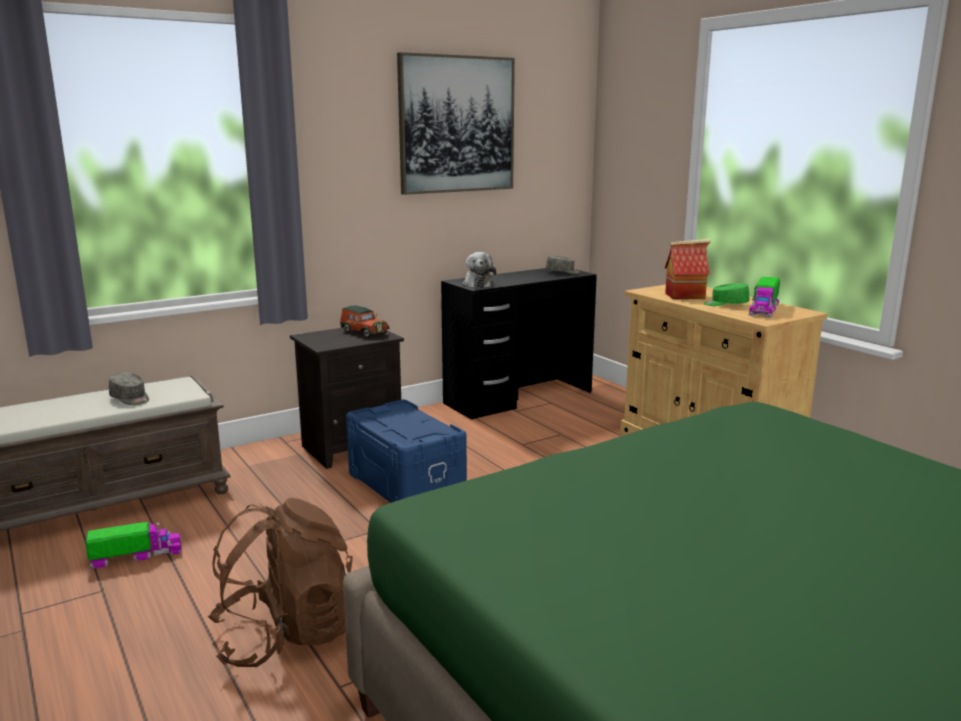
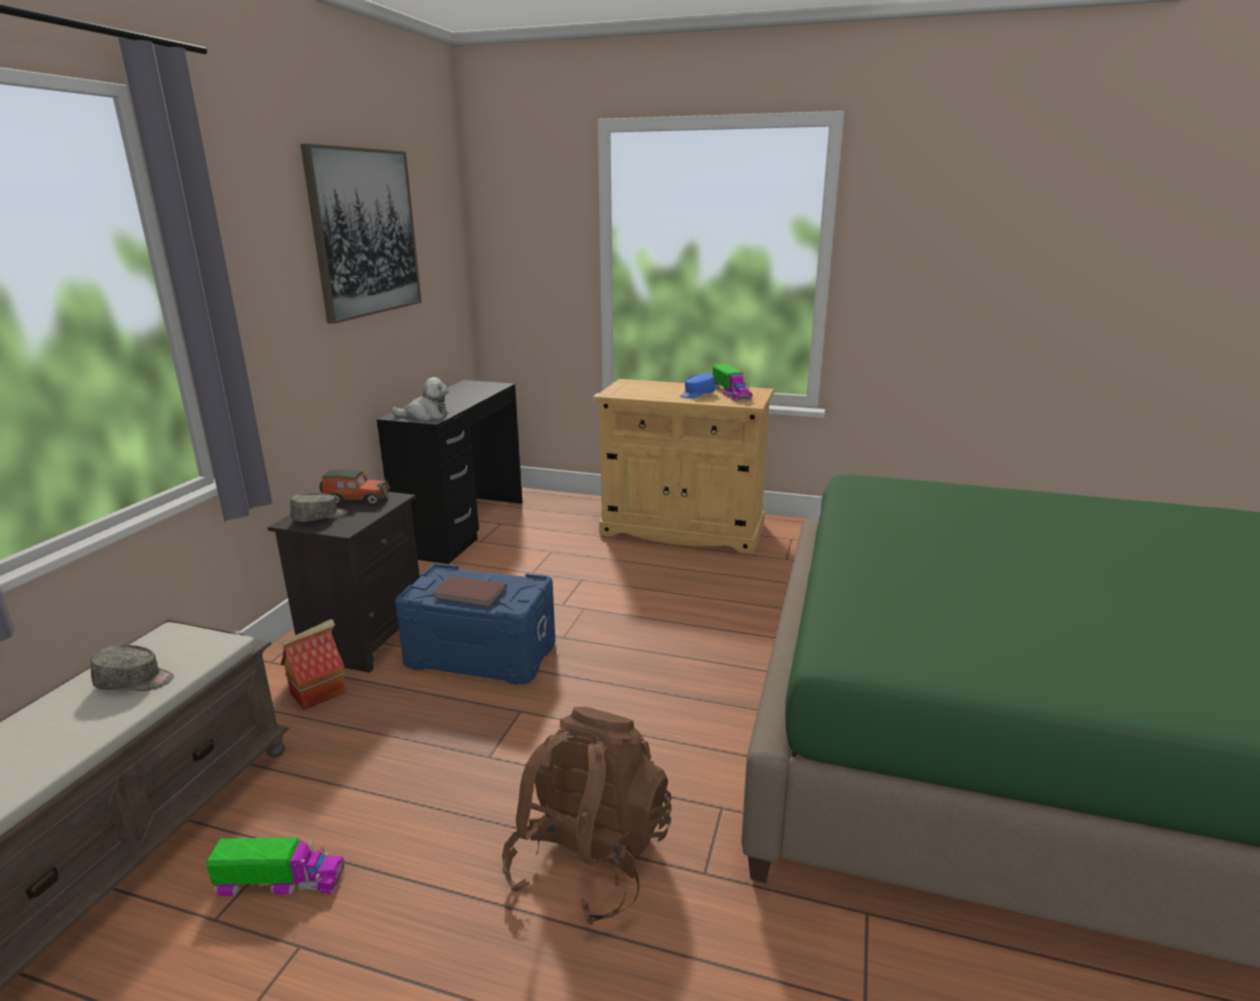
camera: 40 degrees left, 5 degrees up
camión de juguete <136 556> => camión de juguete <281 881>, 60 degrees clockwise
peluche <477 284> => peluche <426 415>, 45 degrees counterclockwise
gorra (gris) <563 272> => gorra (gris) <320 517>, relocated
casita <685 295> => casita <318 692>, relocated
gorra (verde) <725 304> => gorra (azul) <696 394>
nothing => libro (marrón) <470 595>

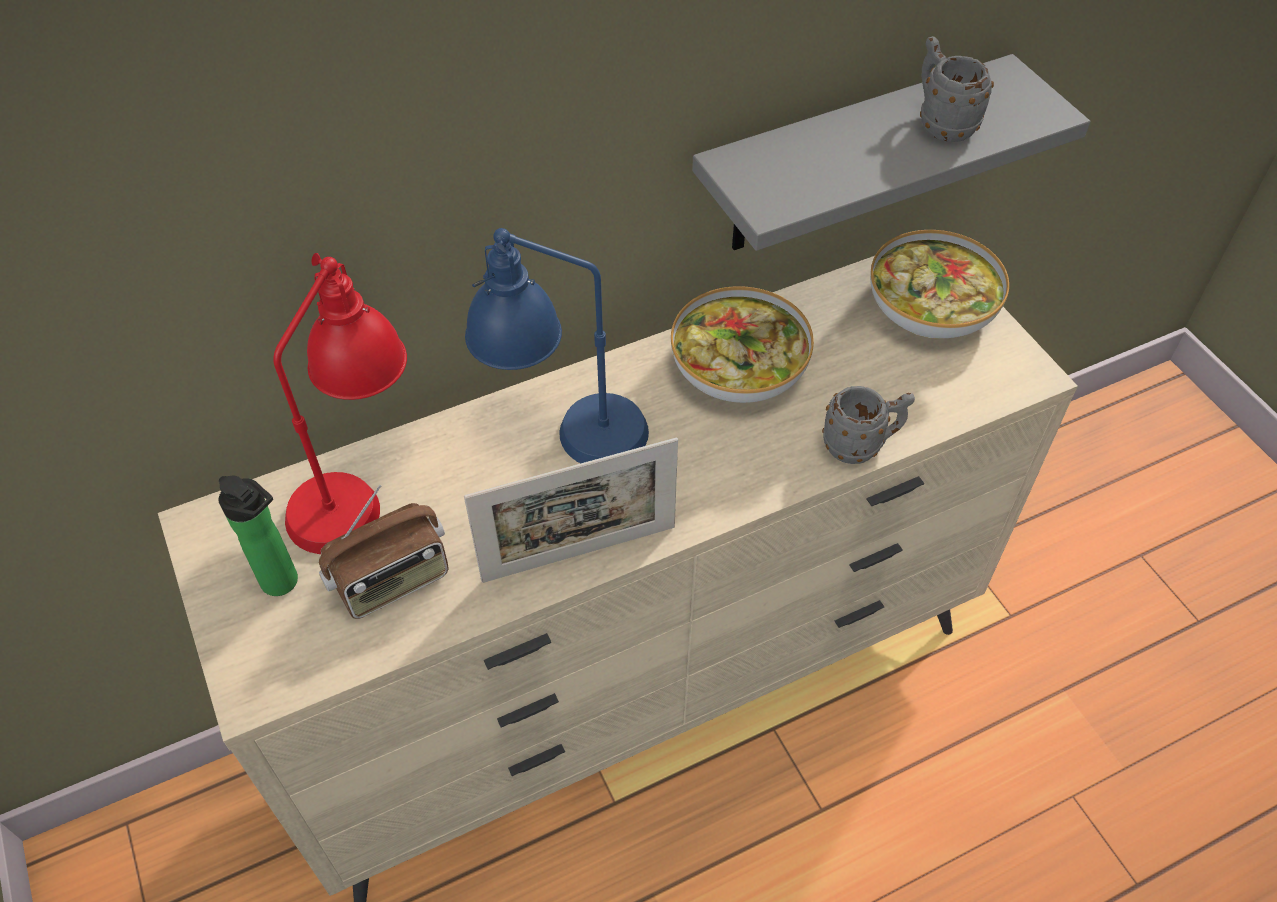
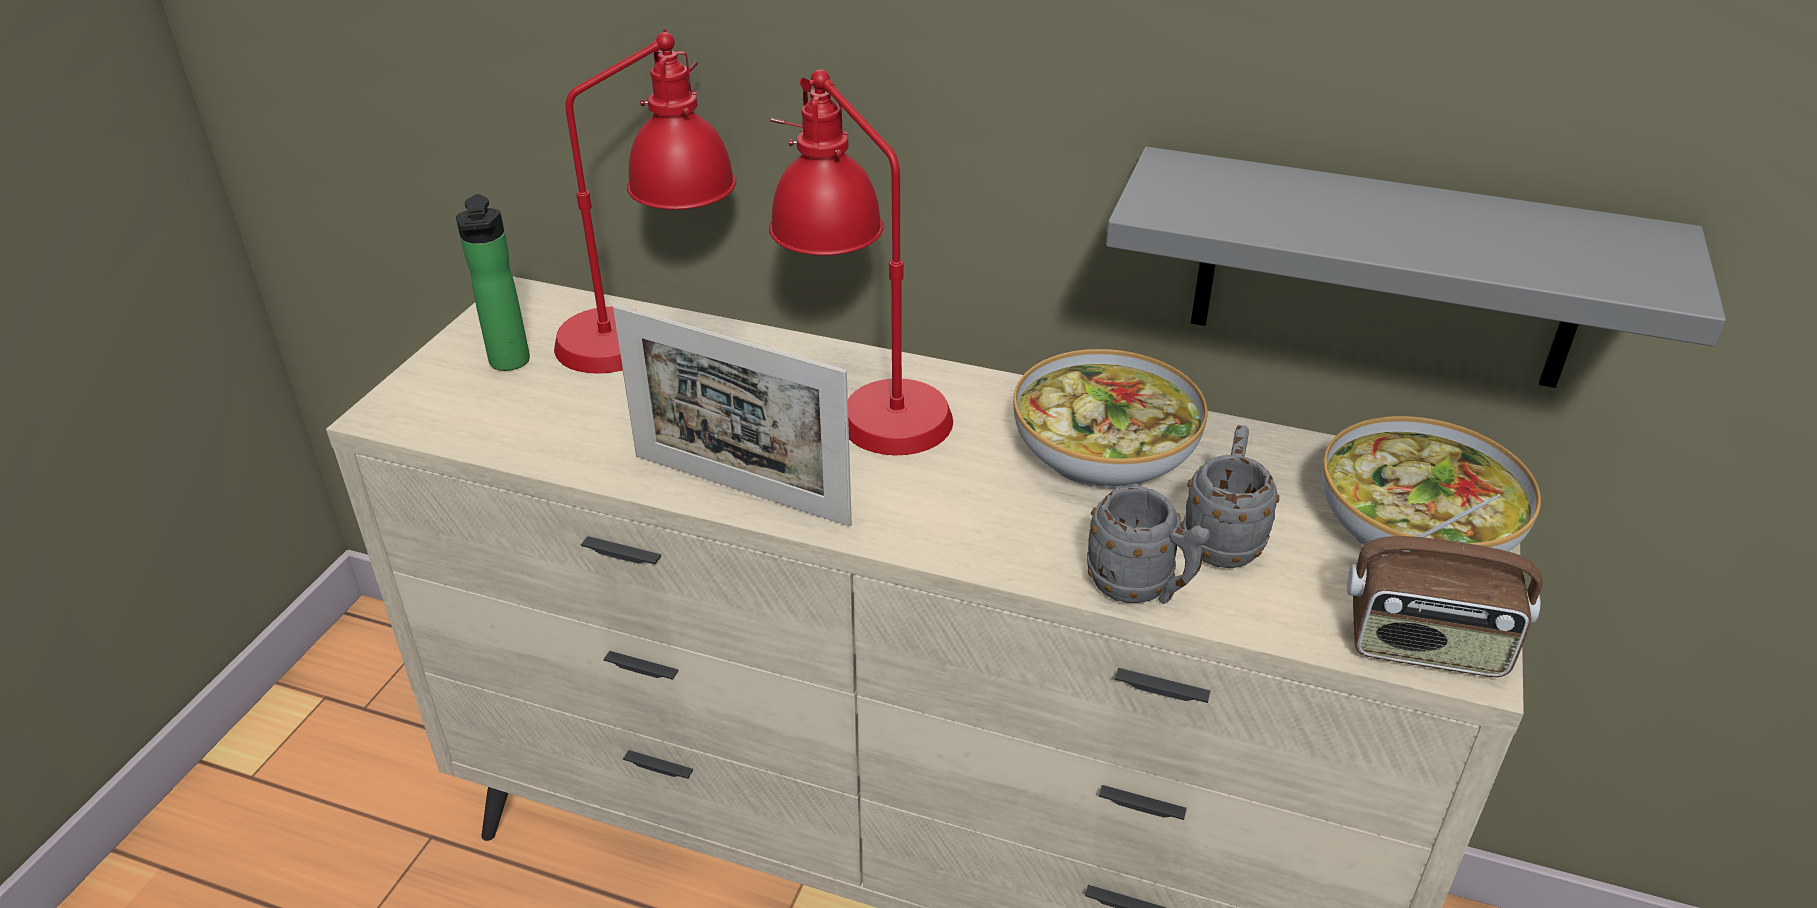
camera: 45 degrees right, 15 degrees down
radio <393 581> => radio <1425 646>, relocated
lámpara de mesa (azul) <563 433> => lámpara de mesa (rojo) <861 401>
taza grande (gris) <941 123> => taza grande (gris) <1223 538>, relocated

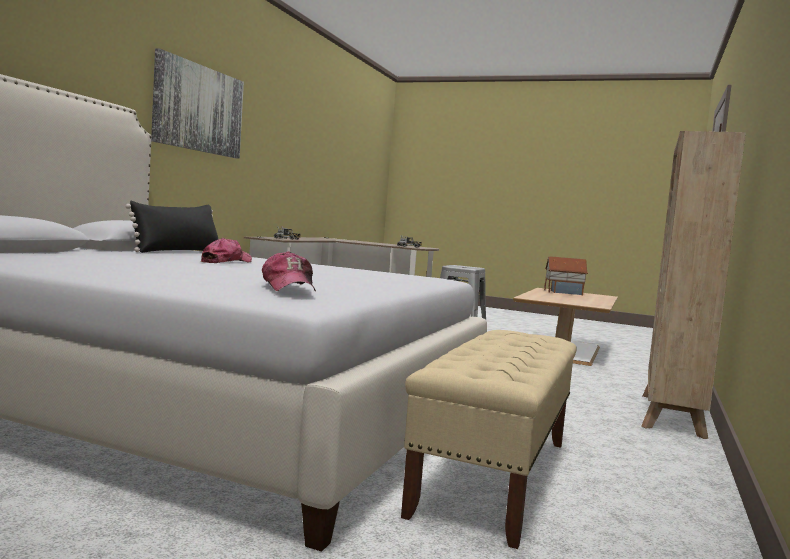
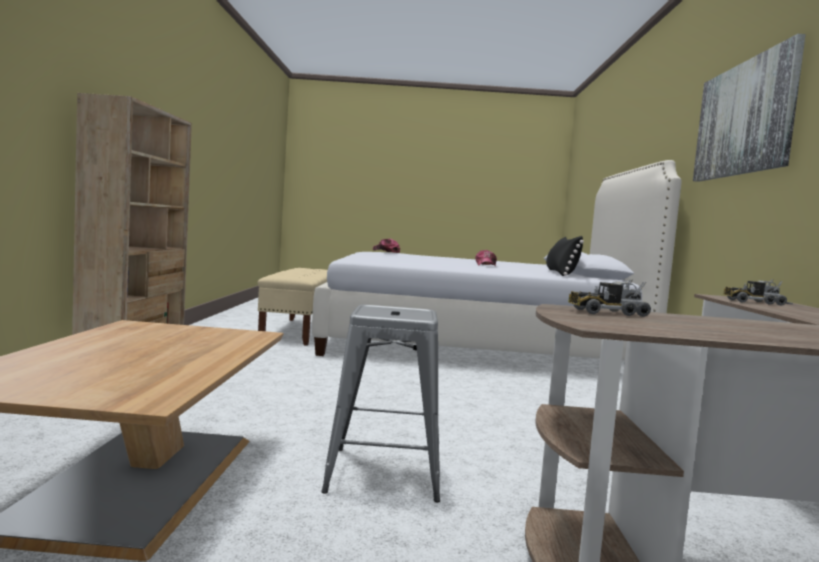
camera: 160 degrees right, 0 degrees up
casita <563 292> => nothing

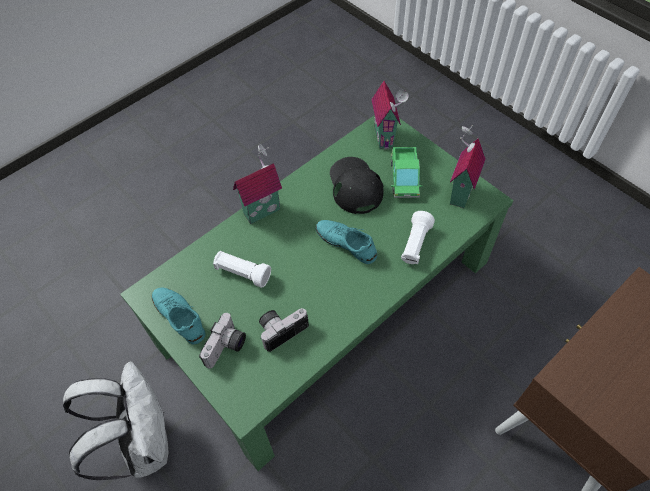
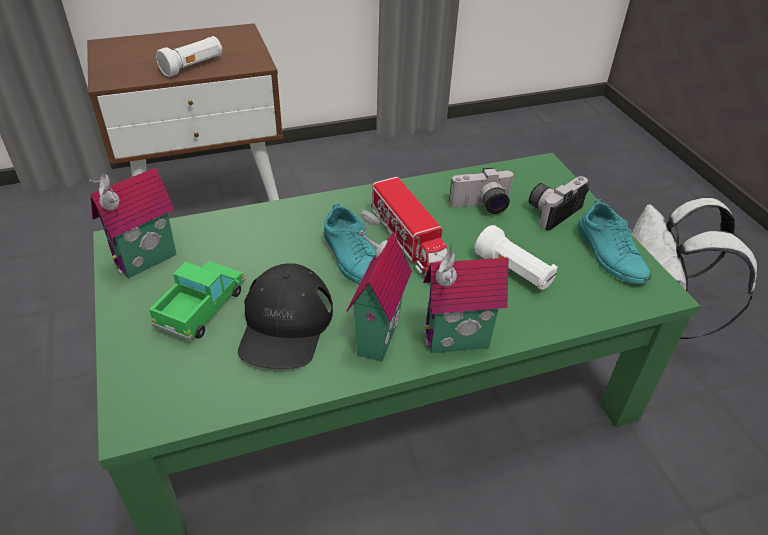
camera: 160 degrees left, 15 degrees down
casita <386 136> => casita <374 335>, relocated
linterna (blanco) <415 244> => linterna (blanco) <193 66>, relocated
nothing => camión de juguete <411 243>

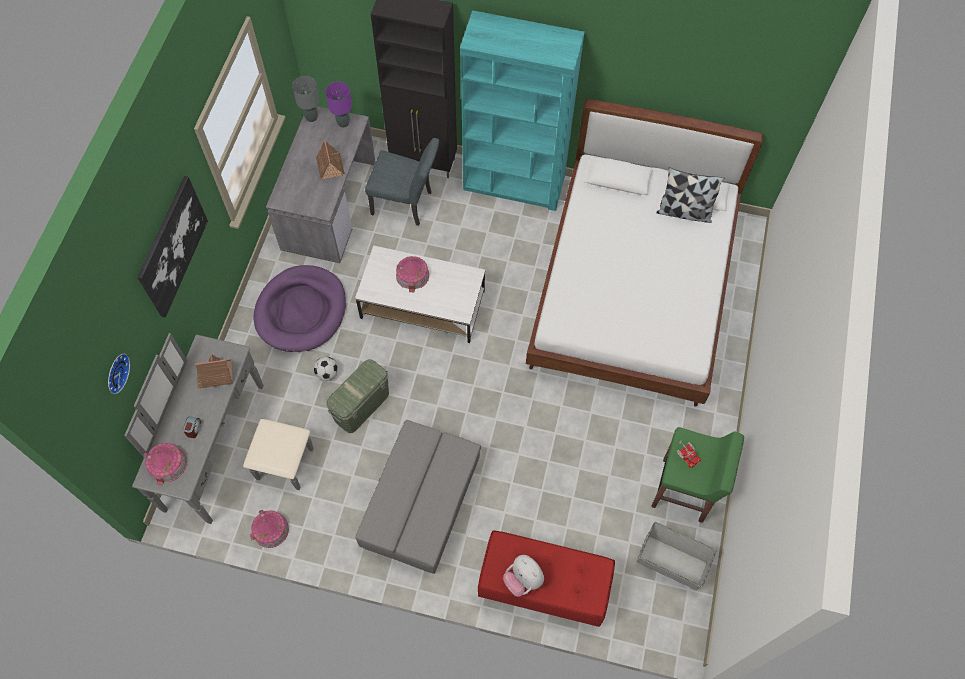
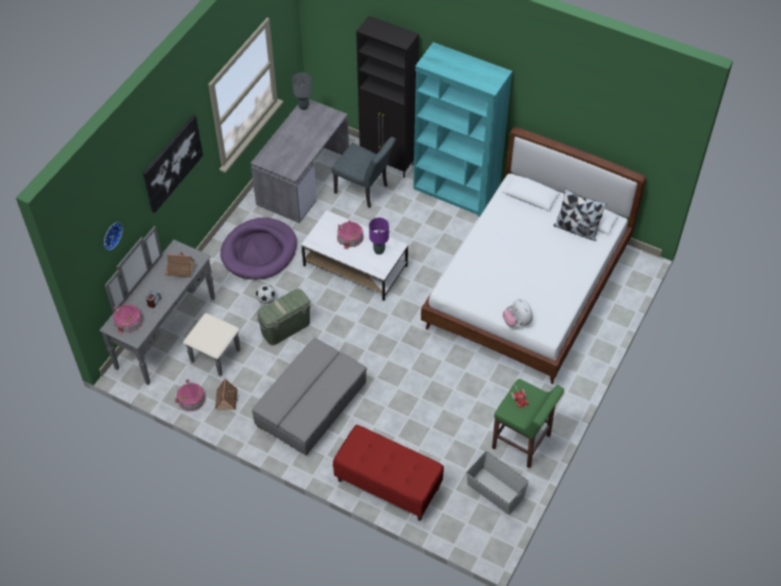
camera: 15 degrees right, 10 degrees down
casita <330 166> => casita <226 399>, relocated
lámpara de mesa (morado) <343 123> => lámpara de mesa (morado) <379 251>, relocated
peluche <523 579> => peluche <517 322>, relocated

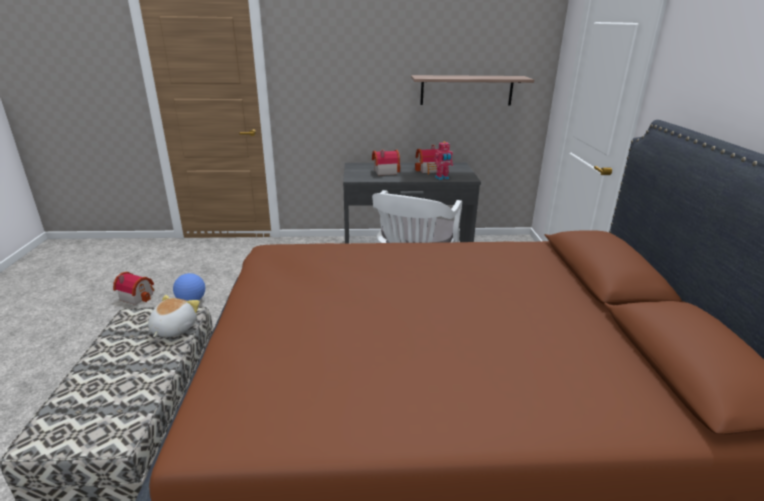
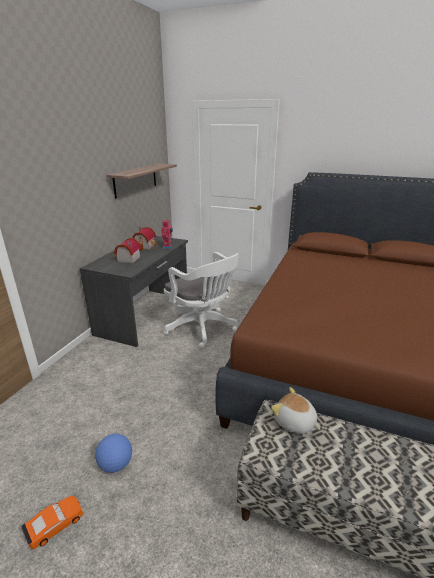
camera: 65 degrees left, 0 degrees up
casita <137 296> => coche de juguete (naranja) <55 524>

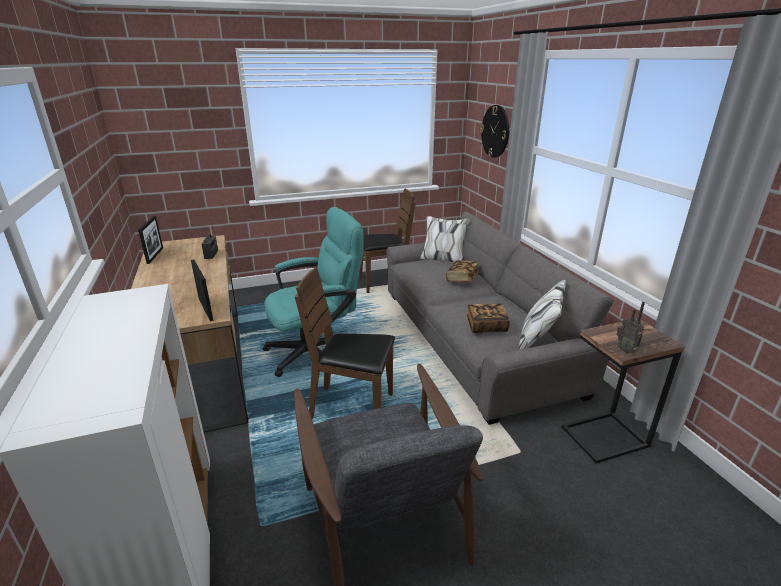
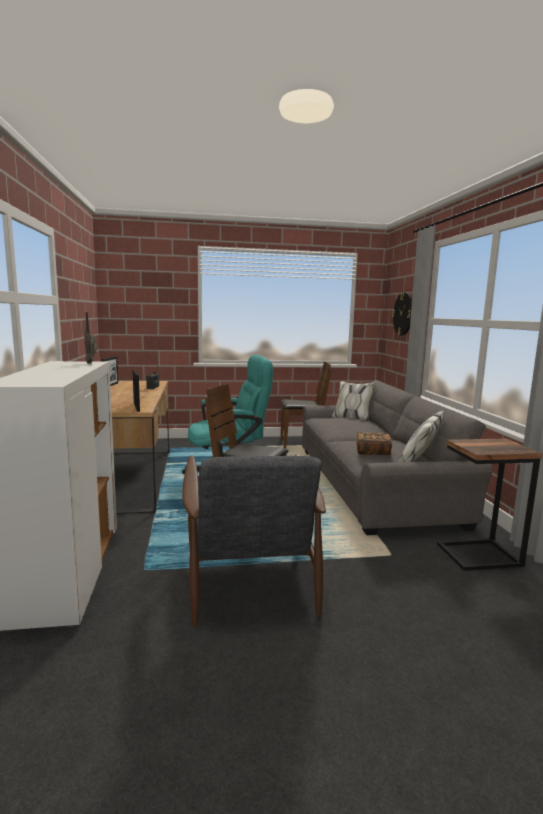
camera: 10 degrees right, 15 degrees down
libro <462 279> => nothing
radio <626 350> => radio <91 363>, relocated

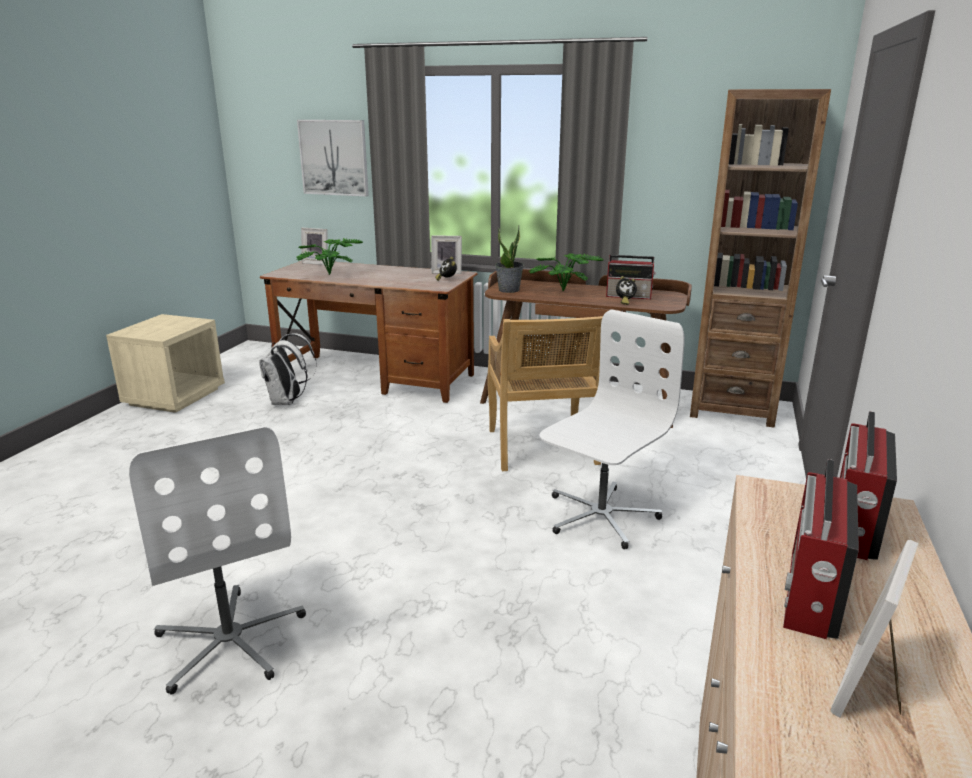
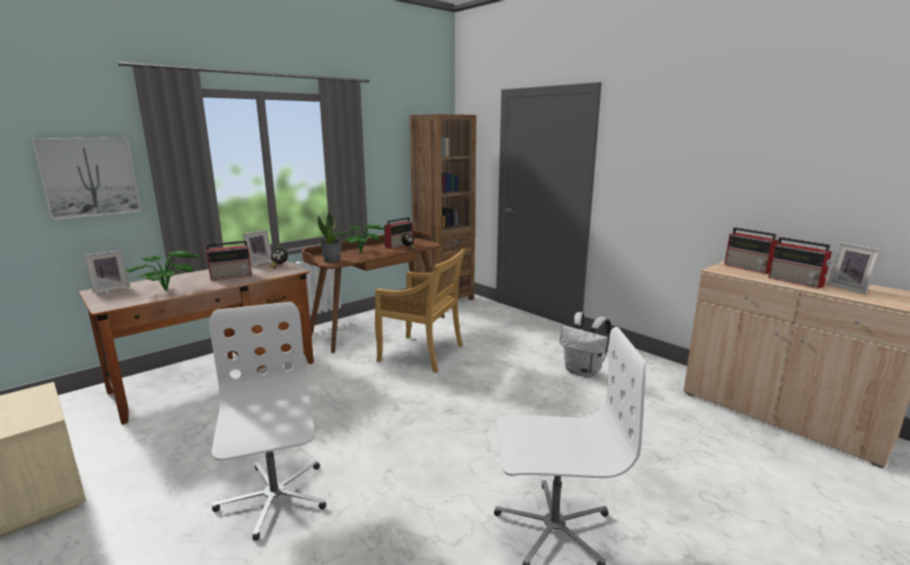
camera: 60 degrees left, 5 degrees down
mochila (blanco) <288 402> => mochila (blanco) <583 371>, relocated
silla de oficina (blanco) <600 516> => silla de oficina (blanco) <274 498>, relocated
nothing => radio <232 276>

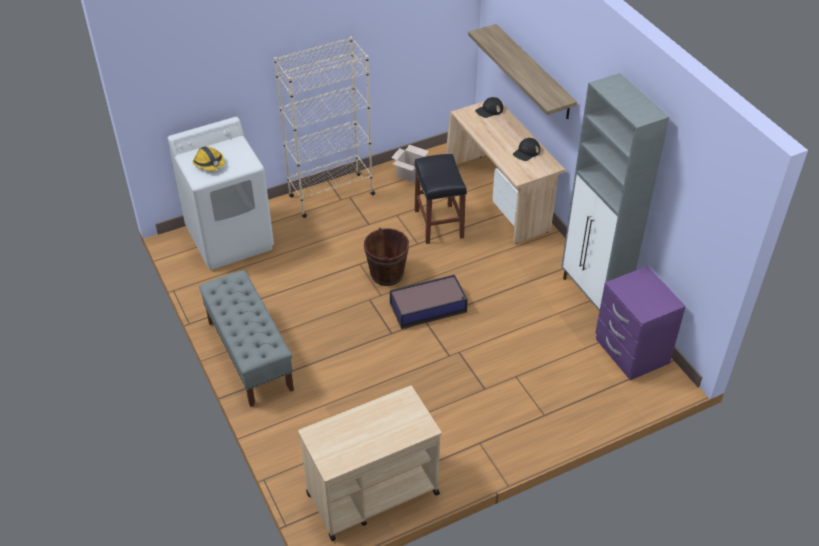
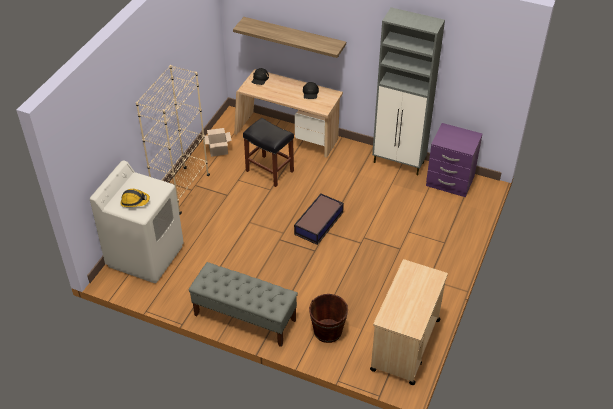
camera: 40 degrees left, 0 degrees up
cubo (marrón) <387 274> => cubo (marrón) <327 331>, relocated

